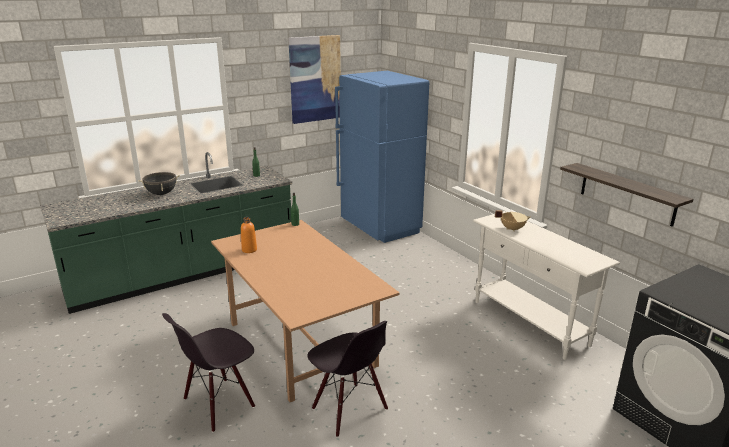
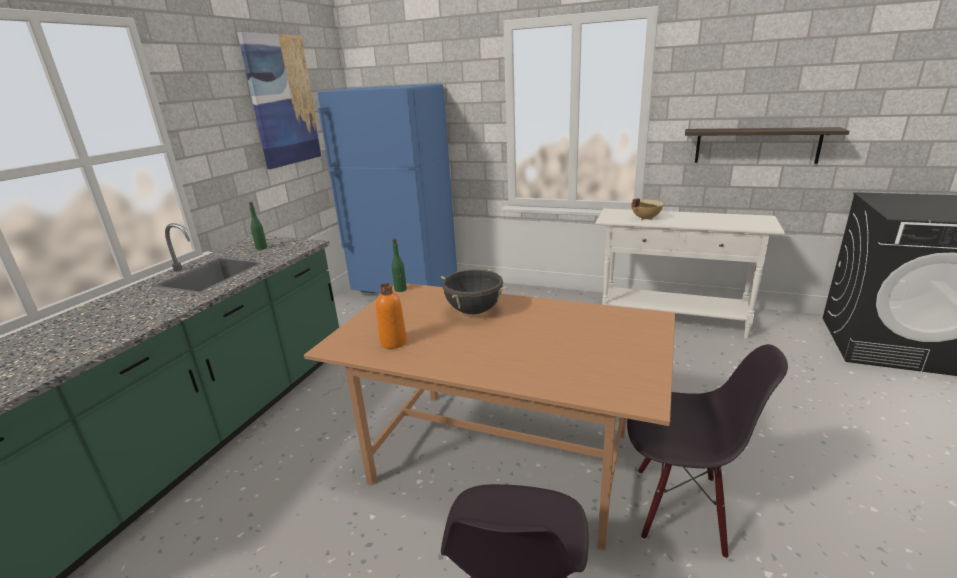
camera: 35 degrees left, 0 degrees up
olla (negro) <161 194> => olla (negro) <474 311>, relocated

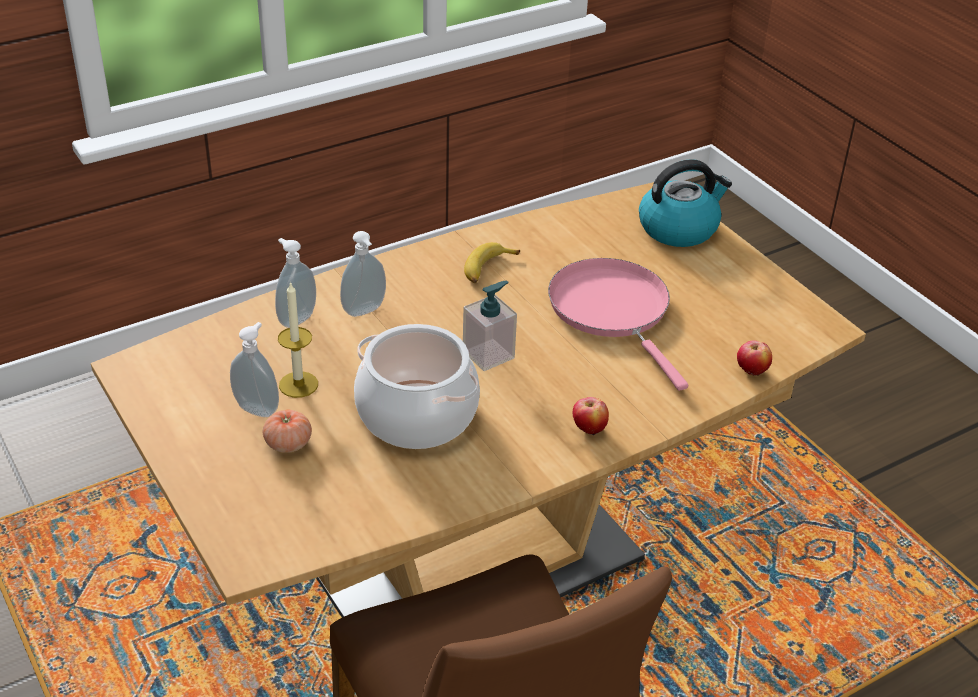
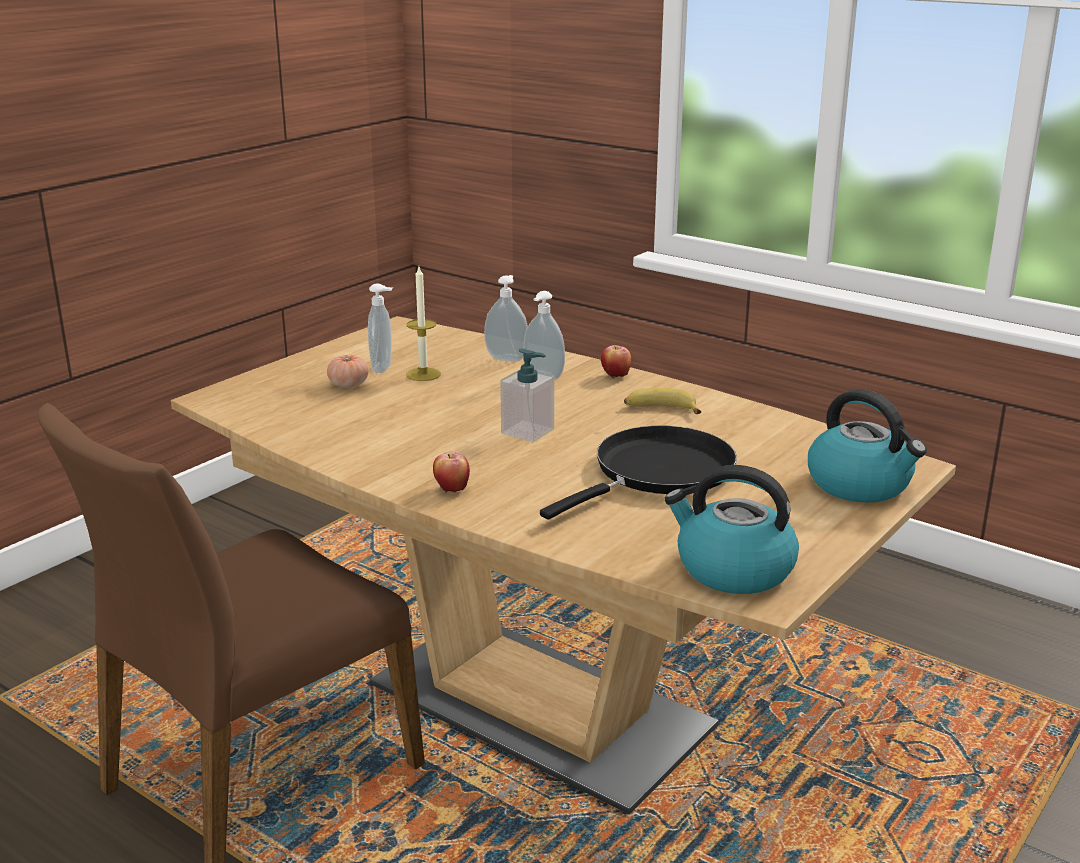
camera: 70 degrees right, 15 degrees down
olla <416 415> => nothing
sartén (rosa) <613 311> => sartén (negro) <657 473>
manzana <751 372> => manzana <615 376>, relocated
nothing => hervidor <732 569>

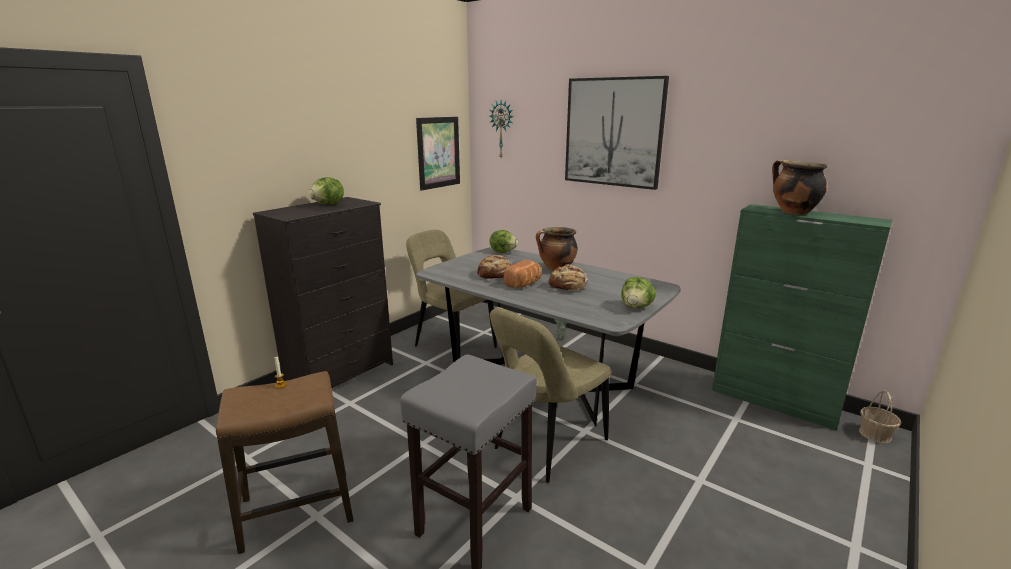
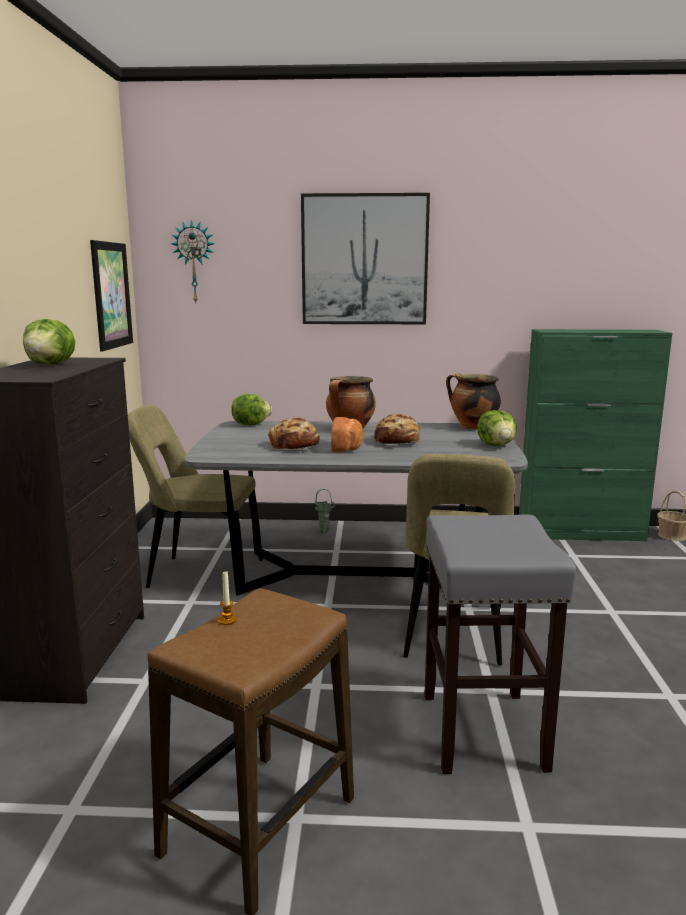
camera: 35 degrees left, 5 degrees down
olla <792 212> => olla <472 427>, relocated

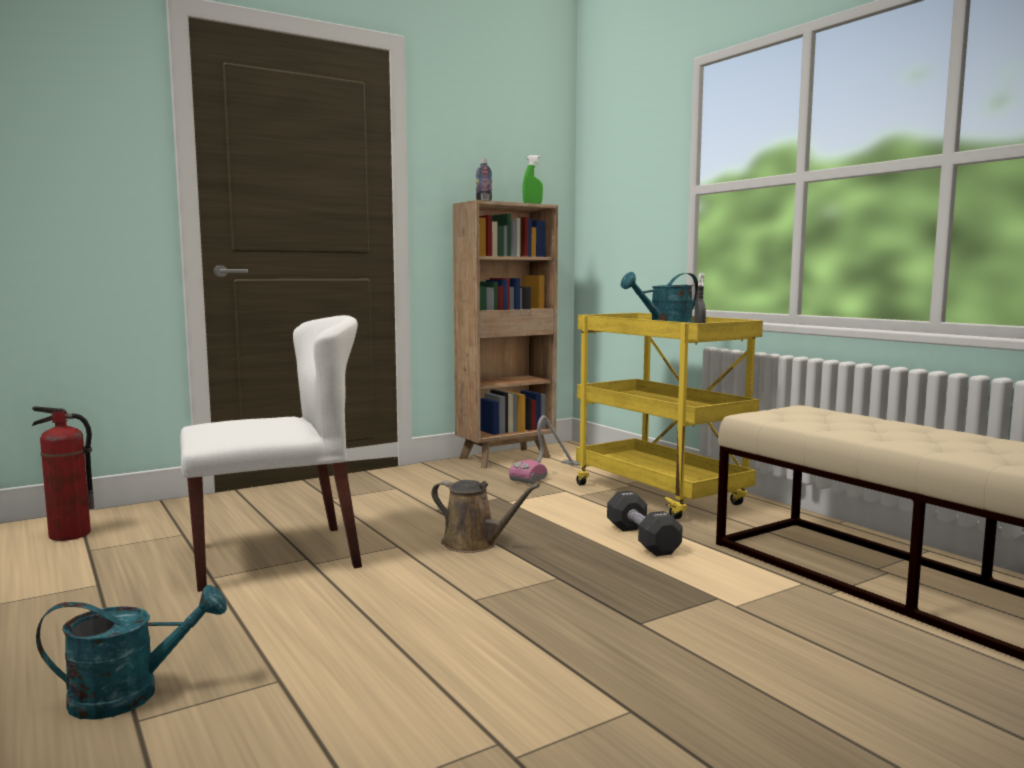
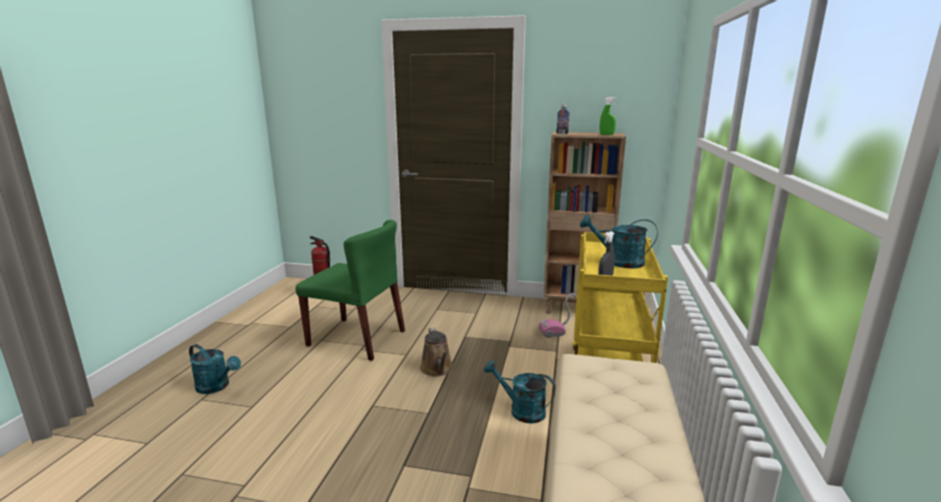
camera: 45 degrees right, 10 degrees up
silla (blanco) <276 556> => silla (verde) <357 338>
mancuerna (negro) <642 539> => regadera (turquesa) <521 410>

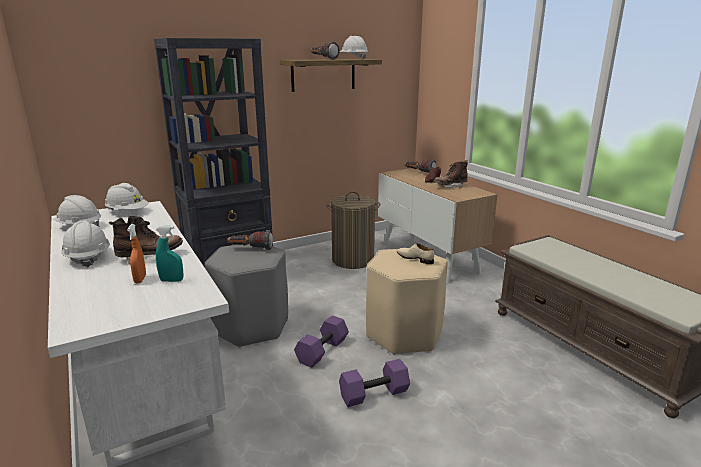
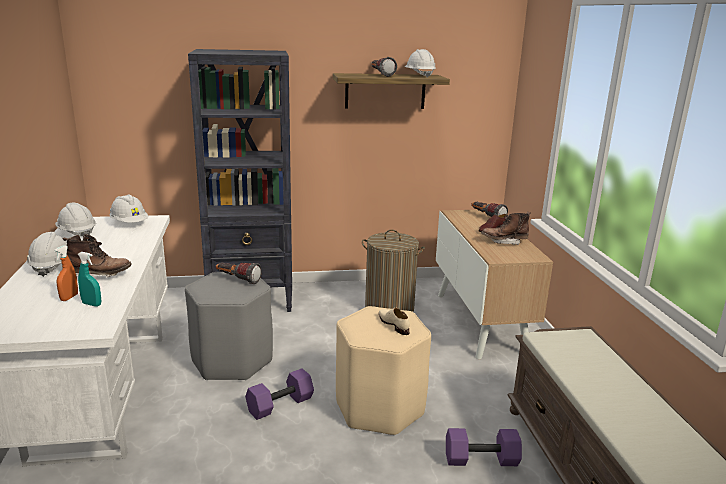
camera: 20 degrees right, 0 degrees up
mancuerna (morado) <374 393> => mancuerna (morado) <481 459>, relocated

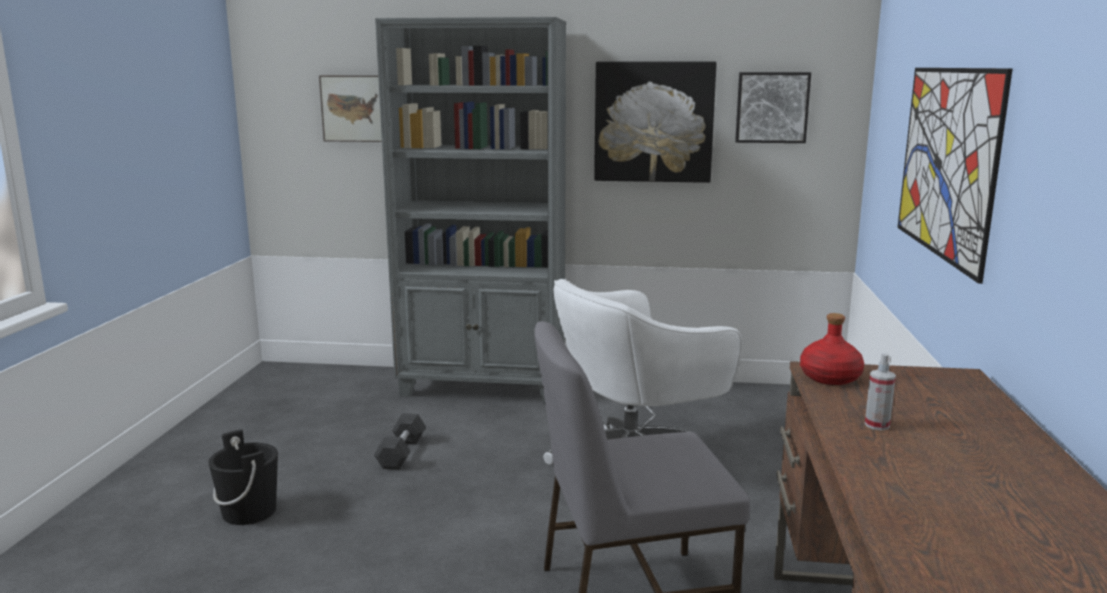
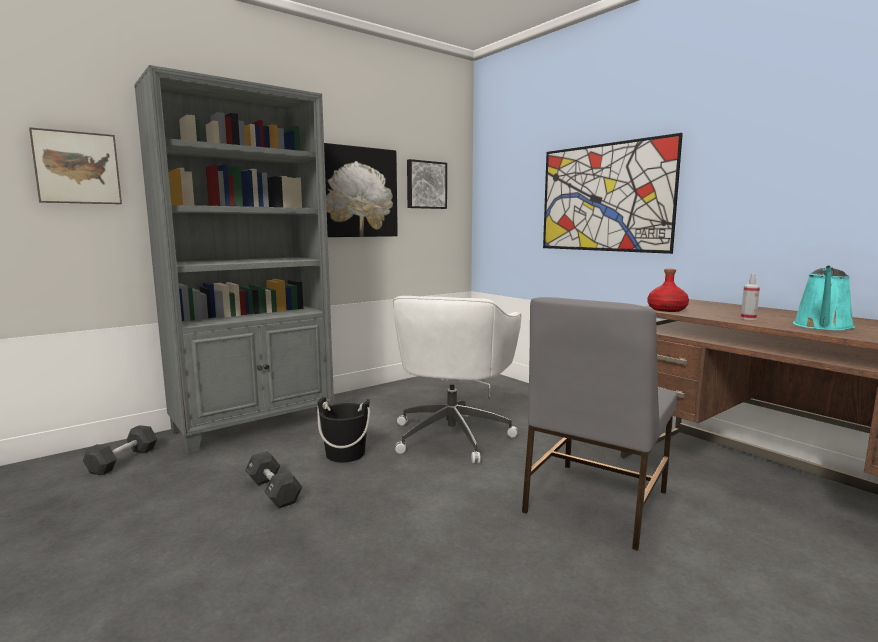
camera: 45 degrees left, 5 degrees down
cubo (negro) <249 511> => cubo (negro) <345 454>, relocated
nothing => mancuerna (negro) <123 460>
nothing => regadera (turquesa) <822 326>

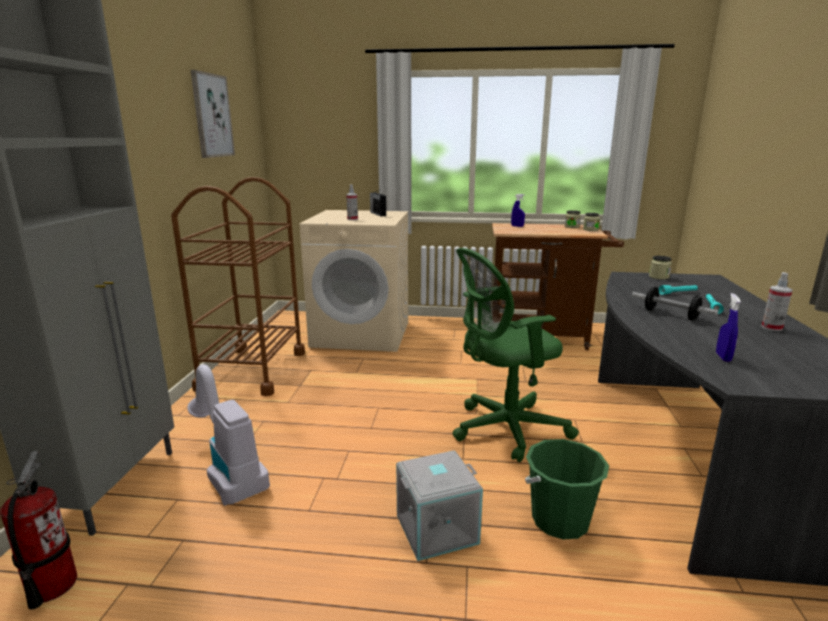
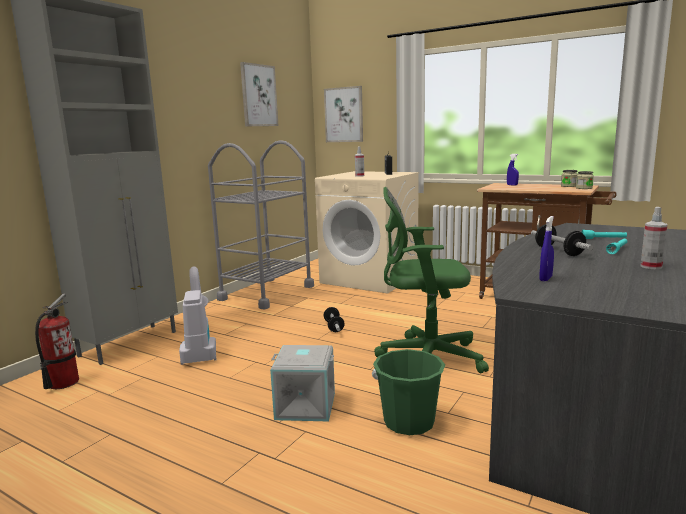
camera: 25 degrees right, 5 degrees down
carrito (marrón) <253 370> => carrito (gris) <267 293>
tarro <659 277> => nothing
nothing => cuadro <344 115>
nothing => mancuerna <334 327>

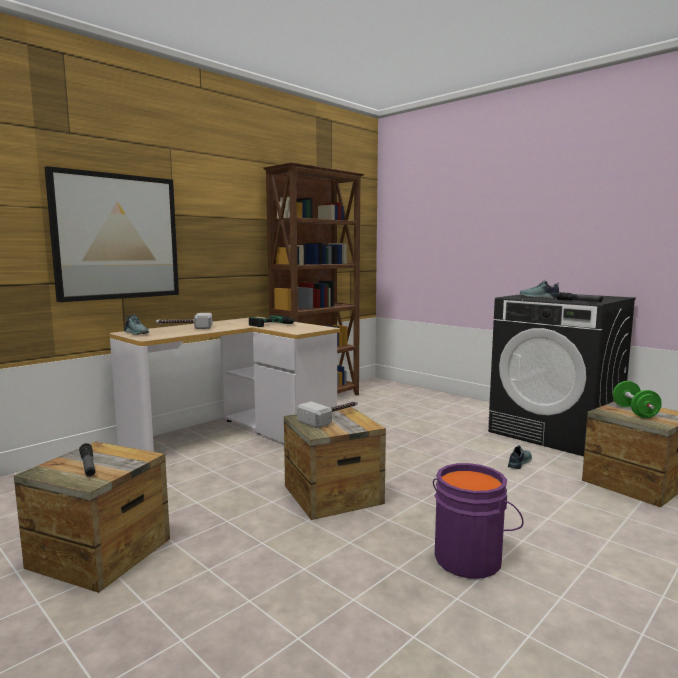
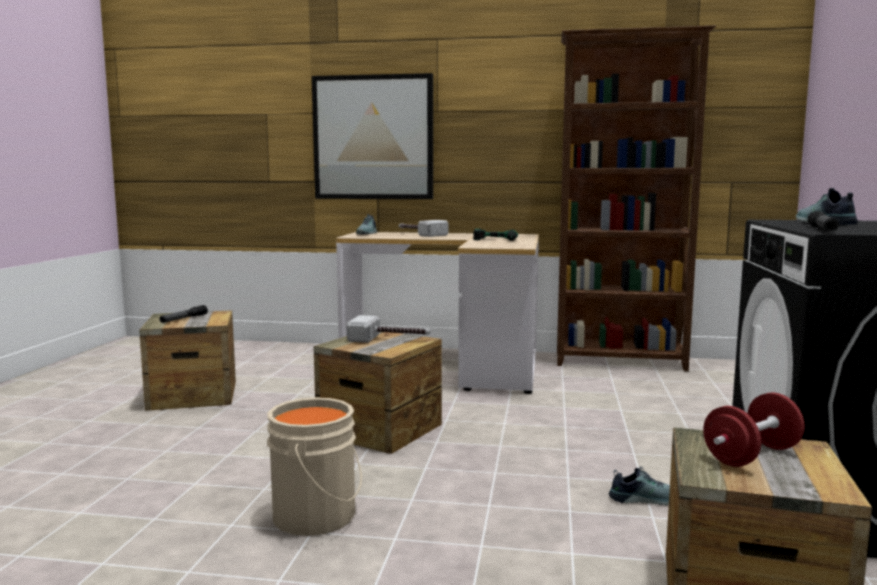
camera: 55 degrees right, 0 degrees up
cubo (morado) <469 557> => cubo (beis) <318 516>
mancuerna (verde) <634 412> => mancuerna (rojo) <751 455>

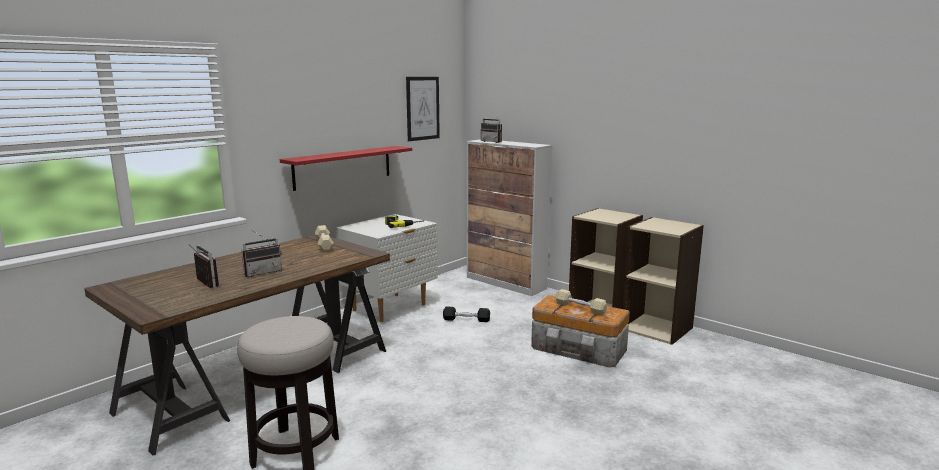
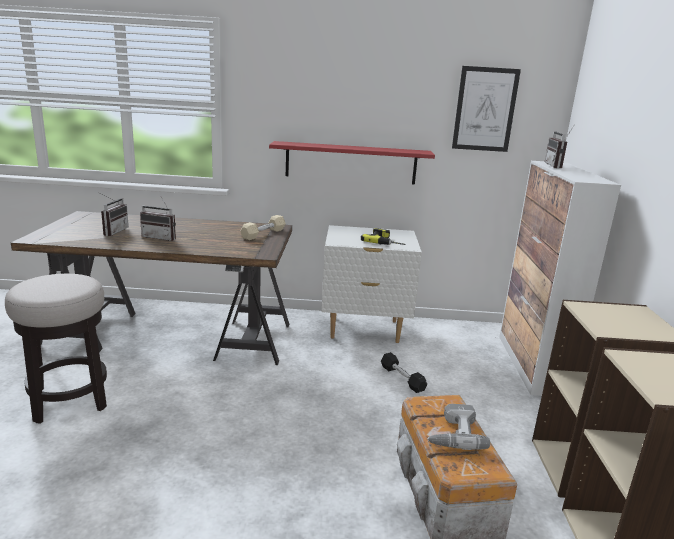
camera: 50 degrees right, 5 degrees up
mancuerna (beis) <580 308> => taladro <452 433>

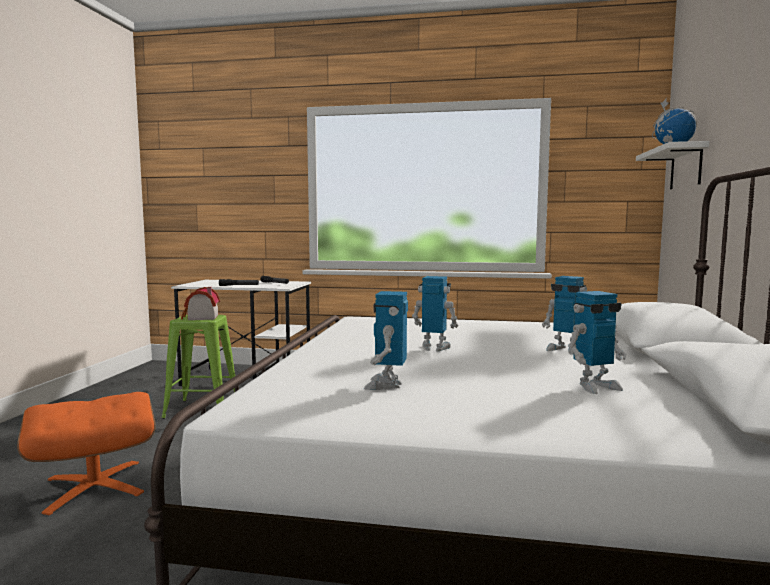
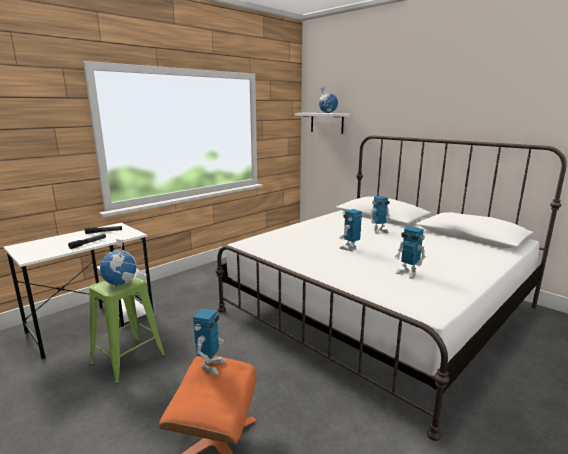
camera: 55 degrees left, 10 degrees up
casita <200 317> => globo terráqueo <121 283>
robot de juguete <595 386> => robot de juguete <211 365>, relocated

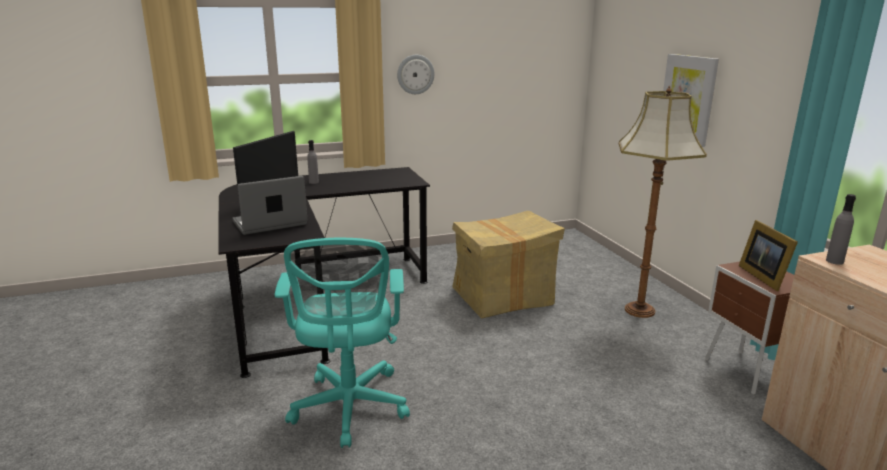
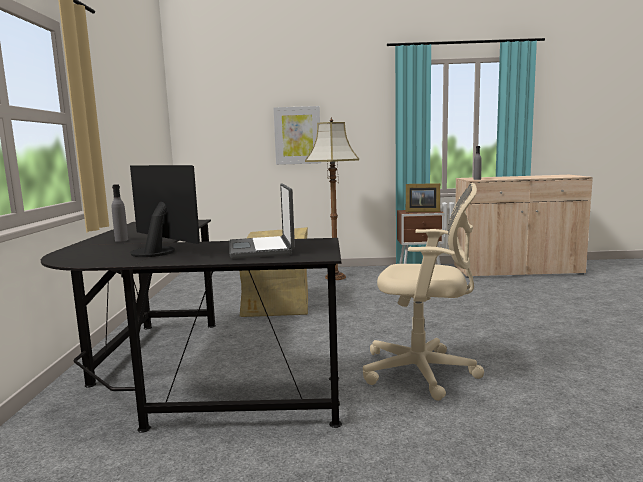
camera: 70 degrees left, 10 degrees down
silla de oficina (turquesa) <349 409> => silla de oficina (beis) <424 372>
reloj de pared <415 74> => nothing

